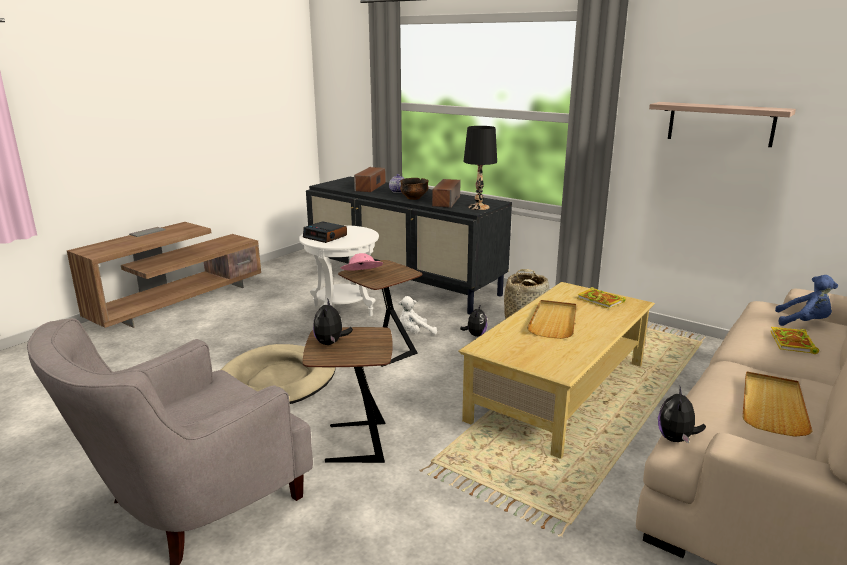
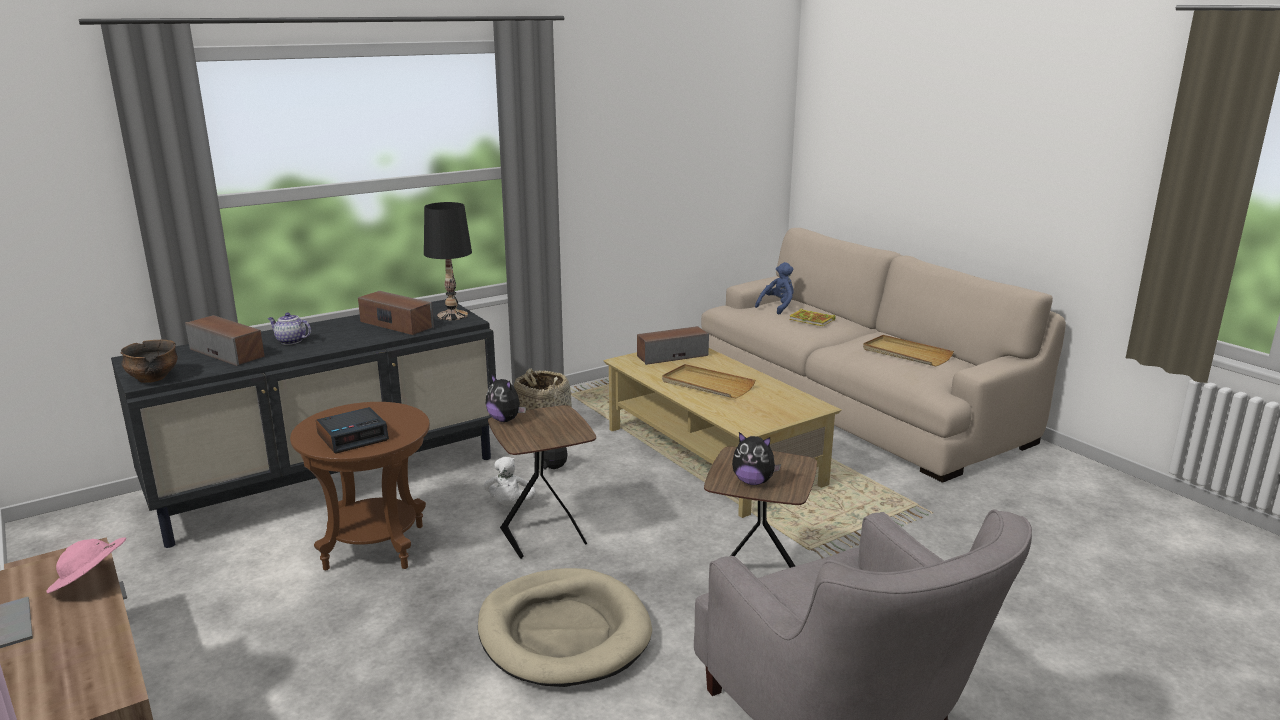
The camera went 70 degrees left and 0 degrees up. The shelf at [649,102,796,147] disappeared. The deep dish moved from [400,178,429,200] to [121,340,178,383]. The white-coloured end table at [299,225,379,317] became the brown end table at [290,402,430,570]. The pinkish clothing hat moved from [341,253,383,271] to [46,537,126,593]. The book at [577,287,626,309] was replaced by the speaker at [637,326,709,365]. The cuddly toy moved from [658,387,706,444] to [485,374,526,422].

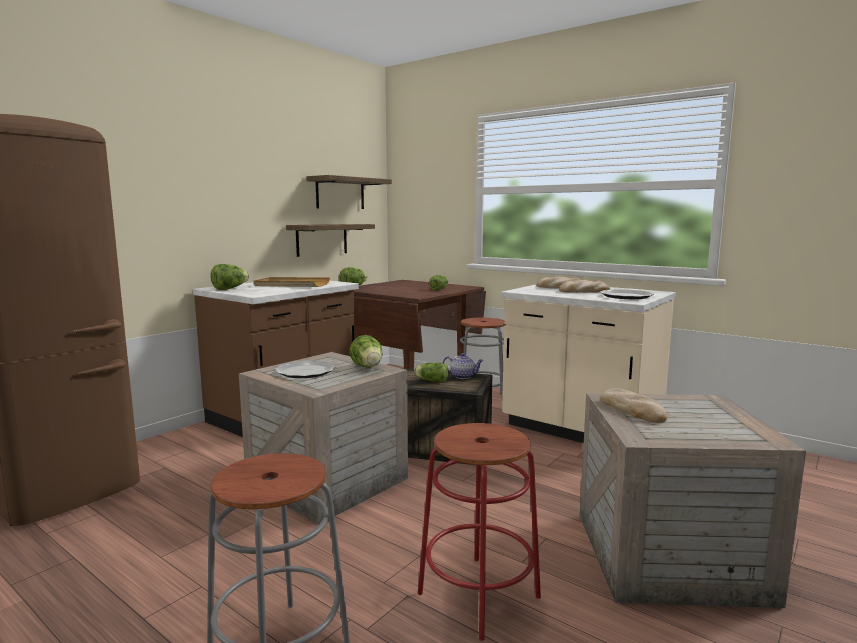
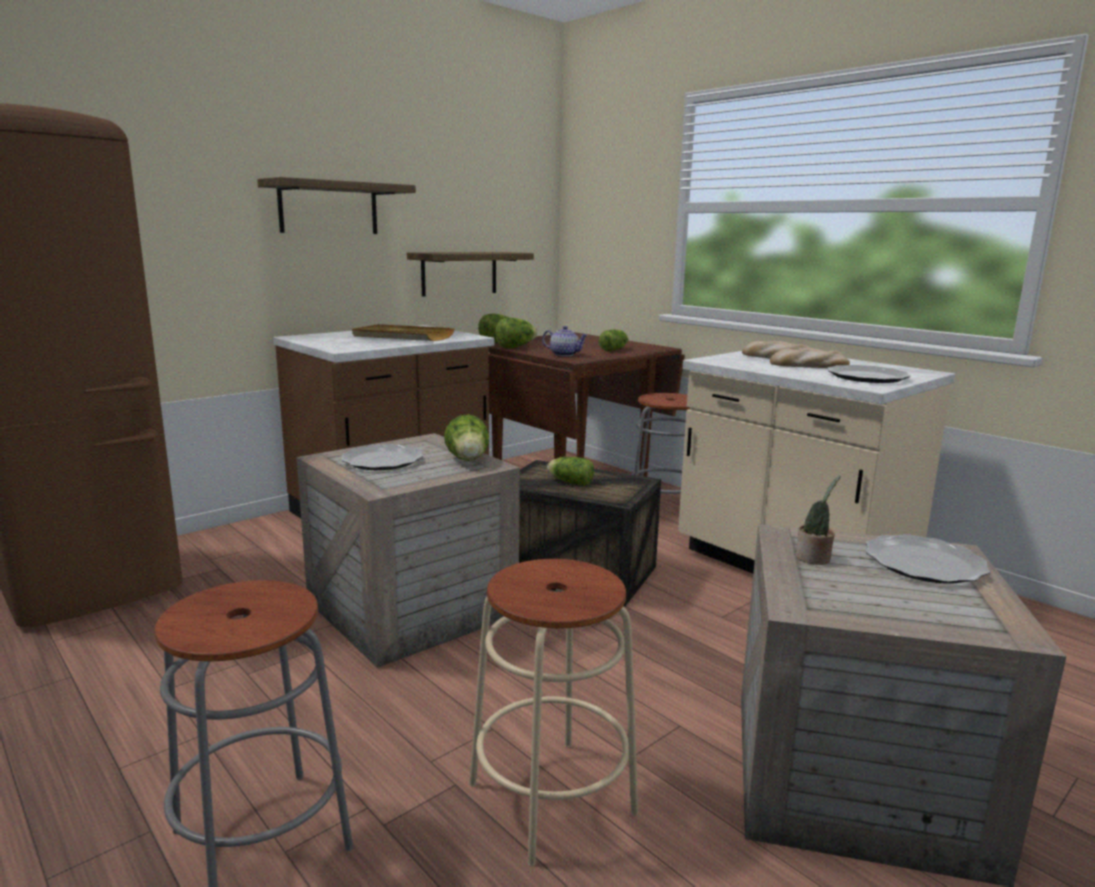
The camera went 10 degrees right and 5 degrees up. The shelf moved from [306,175,392,209] to [257,177,416,234]. The lettuce moved from [211,264,249,290] to [495,318,538,348]. The pot for tea moved from [443,353,484,379] to [542,326,588,356]. The baked bread at [600,388,667,423] was replaced by the houseplant at [796,475,840,565]. The reddish stool at [418,423,541,641] became the sand-coloured stool at [469,559,638,866]. The plate at [866,534,990,584] appeared.

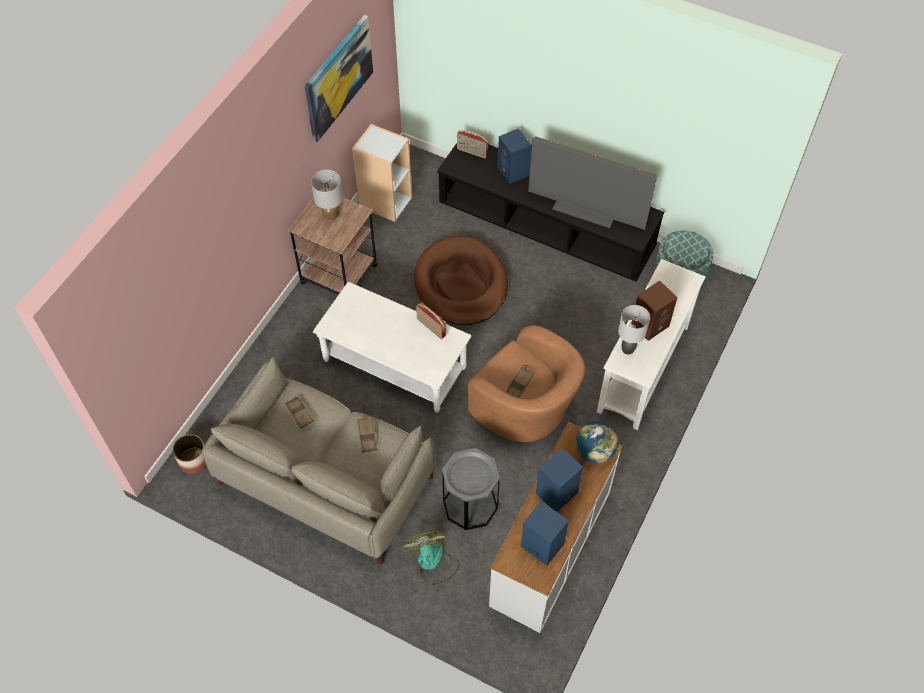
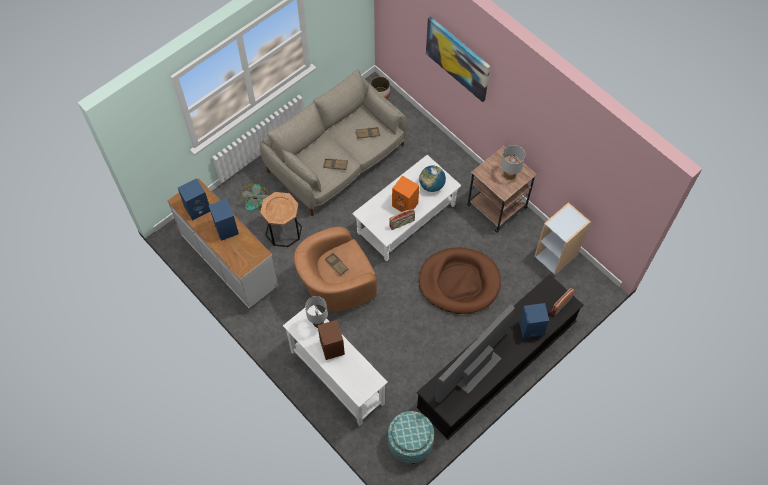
The camera went 110 degrees right and 5 degrees up. The picture moved from [304,15,373,143] to [426,16,490,102]. The globe moved from [576,421,618,463] to [419,166,446,192]. The greyish end table at [442,448,500,530] became the brown end table at [260,192,302,247]. The cooling fan at [403,531,460,585] turned 90 degrees clockwise. The orange speaker at [392,176,419,212] appeared.

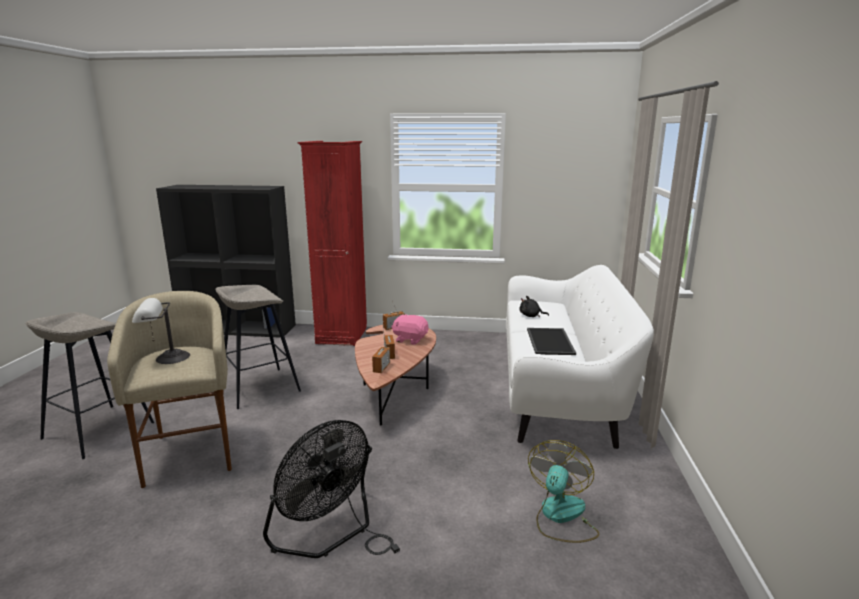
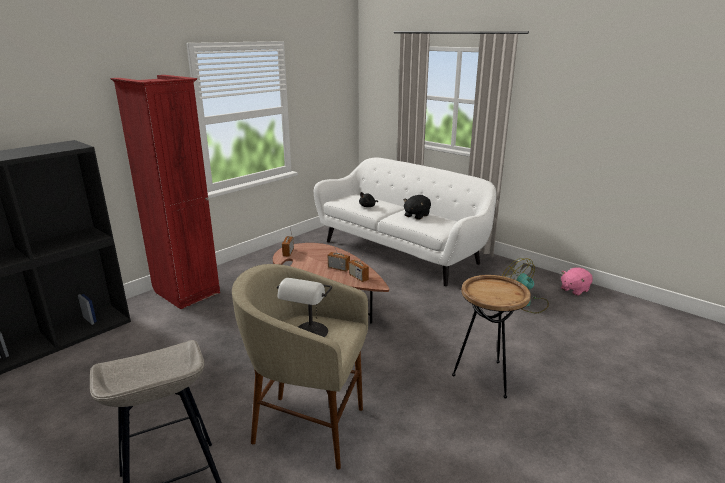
The camera went 55 degrees left and 5 degrees up. The greyish stool at [215,285,301,409] disappeared. The pinkish cuddly toy moved from [391,314,428,345] to [561,268,593,296]. The carrying tray at [527,328,576,355] was replaced by the black-coloured cuddly toy at [403,195,431,220]. The black-coloured cooling fan at [263,420,400,558] was replaced by the brown end table at [452,275,531,399].

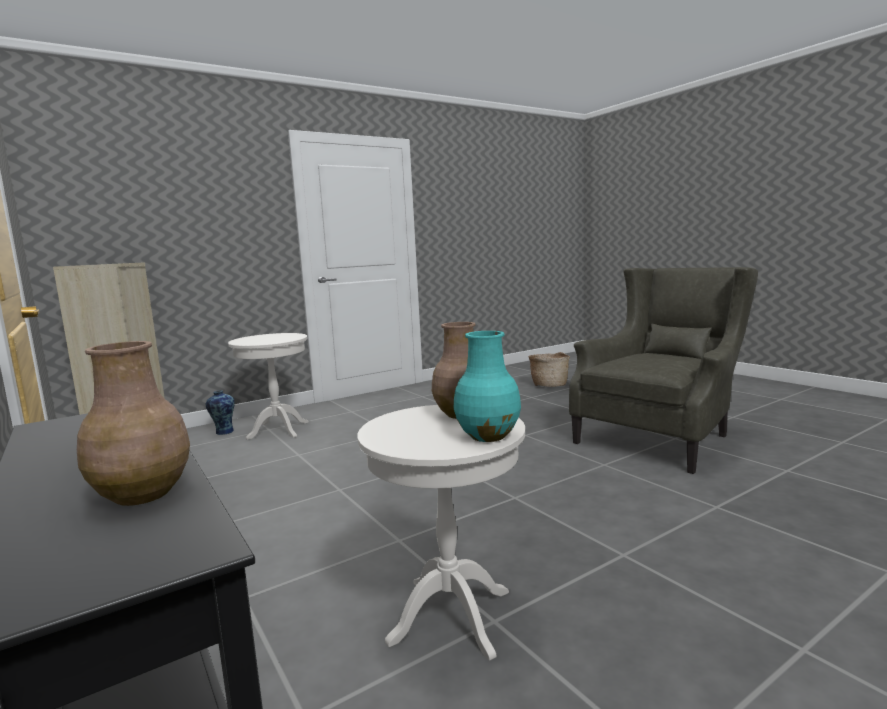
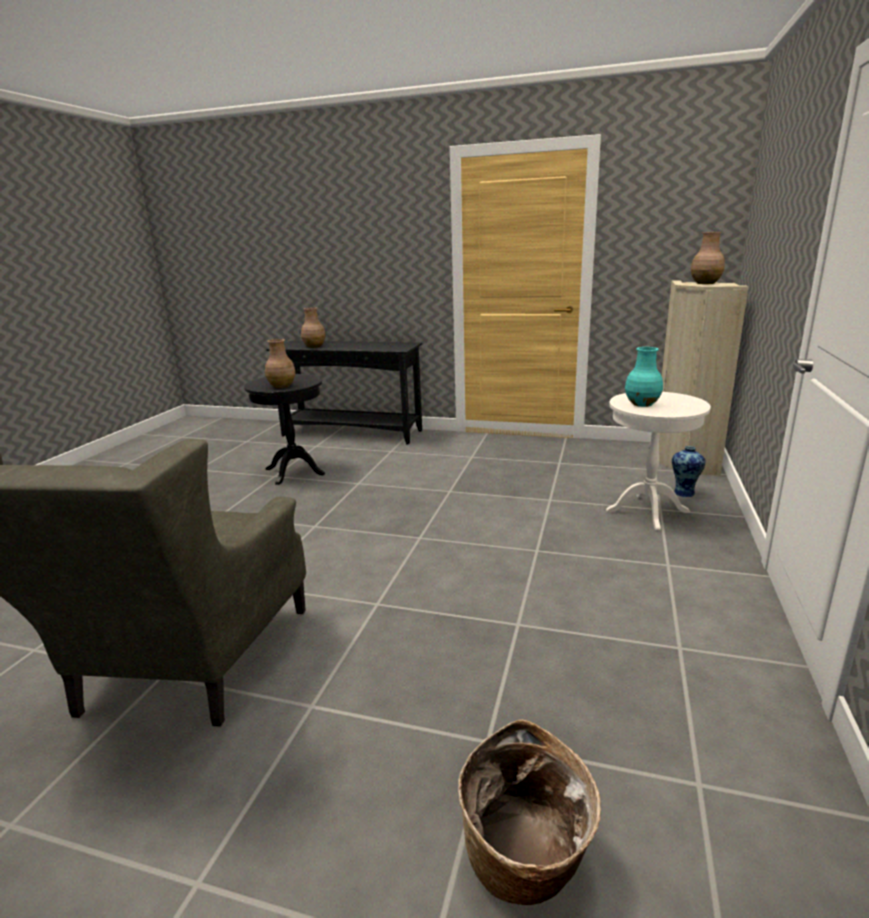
The camera went 140 degrees right and 10 degrees up. The turquoise-coloured flower vase moved from [454,331,521,442] to [625,347,663,407]. The white-coloured end table at [358,405,525,661] became the black-coloured end table at [244,374,325,485]. The brown flower vase at [691,232,725,284] appeared.

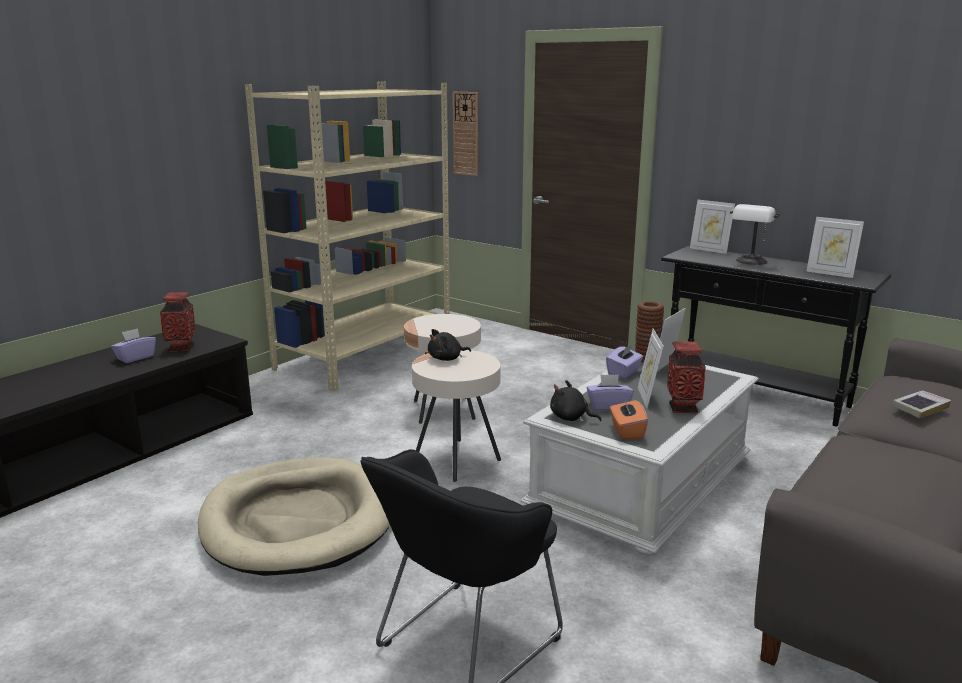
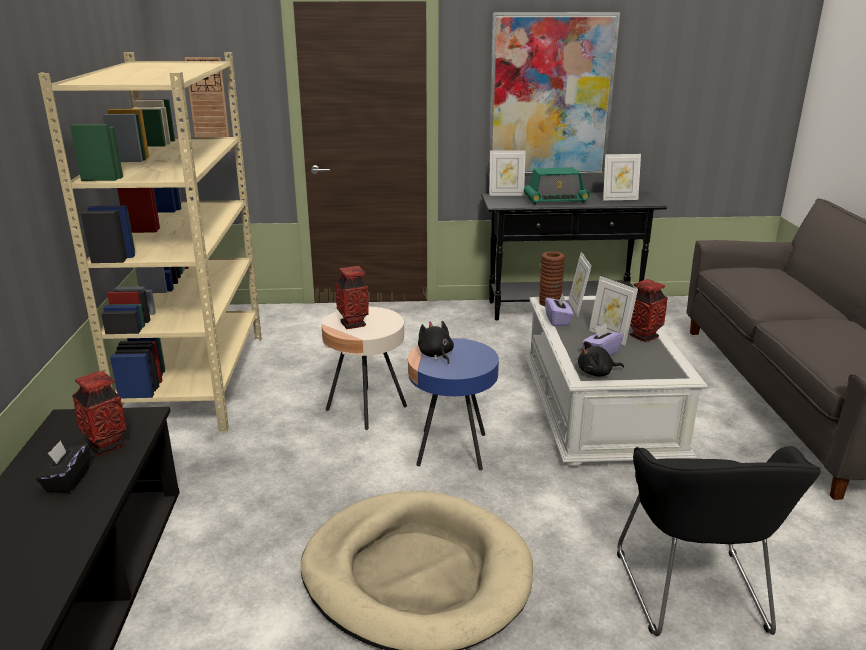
The camera went 40 degrees left and 5 degrees up. The tabletop lamp at [730,204,781,265] was replaced by the radio at [524,167,590,204]. The purple tissue box at [111,328,156,363] became the black-coloured tissue box at [36,441,90,492]. The black-coloured cuddly toy at [428,329,471,361] turned 135 degrees clockwise. The sand-coloured end table at [412,350,501,482] became the blue-coloured end table at [408,338,499,470]. The book at [892,391,951,418] disappeared. The orange tissue box at [610,398,648,439] disappeared. The picture at [488,12,620,176] appeared. The flower vase at [336,266,369,329] appeared.

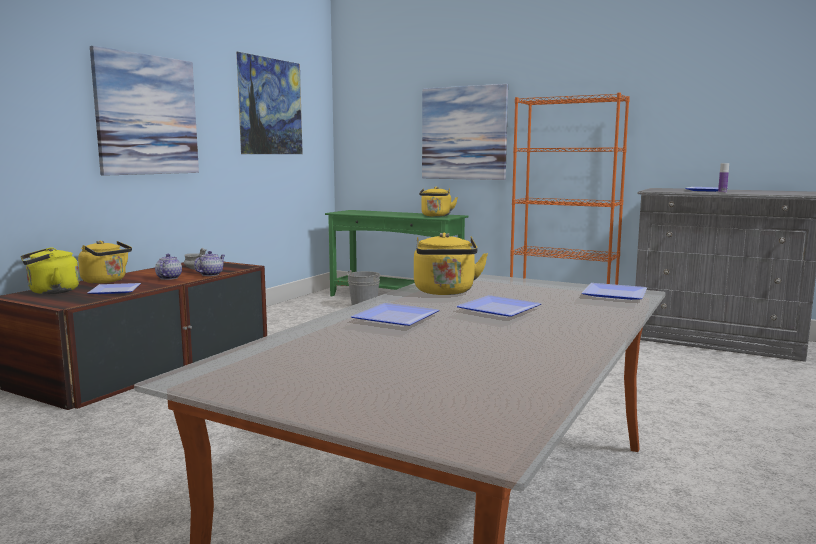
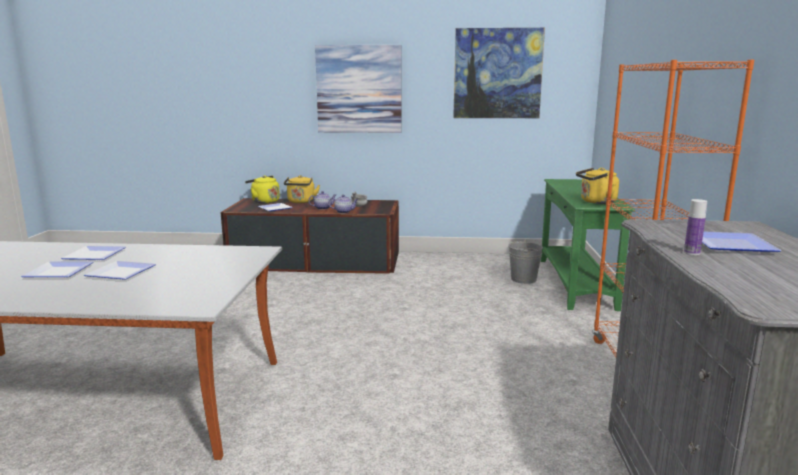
The camera went 65 degrees right and 5 degrees up. The picture at [422,84,508,180] disappeared. The yellow water kettle at [414,232,488,295] disappeared. The plate moved from [582,283,647,300] to [20,261,93,277].

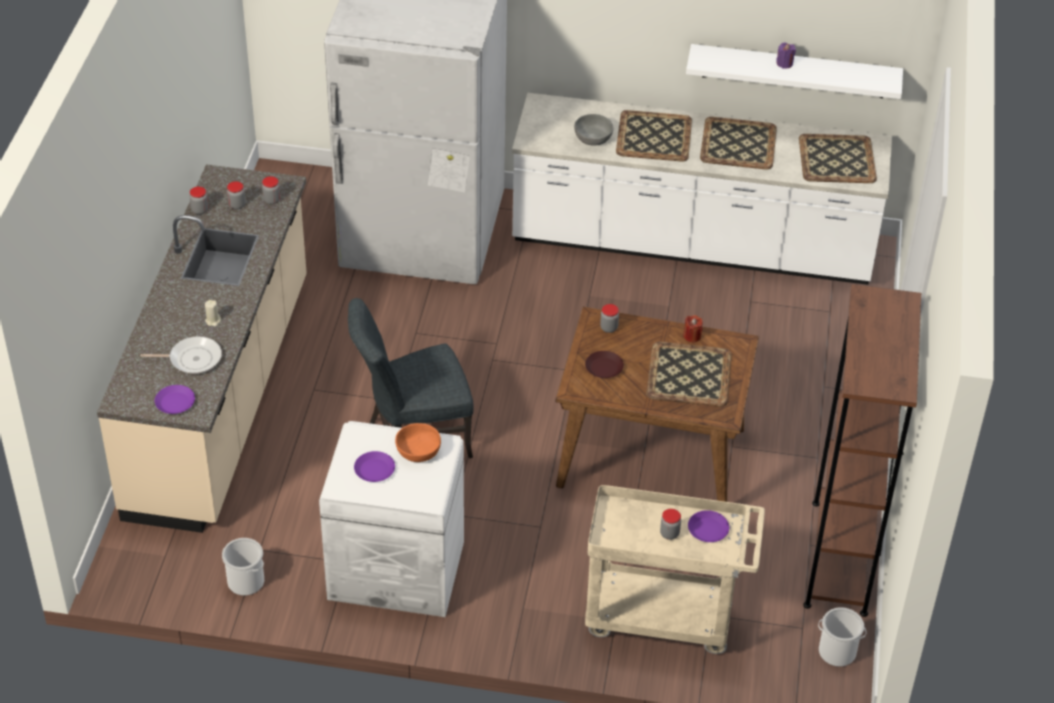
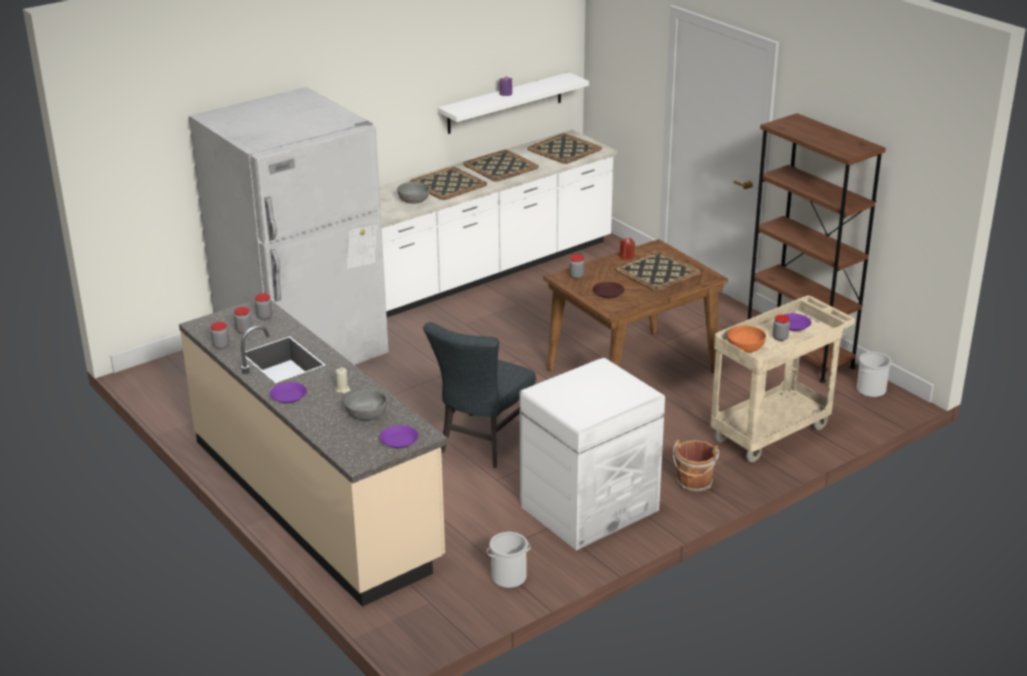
The camera went 45 degrees left and 15 degrees down. The skillet at [141,336,222,374] was replaced by the greyish deep dish at [344,389,387,421]. The orange deep dish moved from [395,423,441,462] to [727,326,766,353]. The purple plate moved from [354,451,395,482] to [270,382,307,403]. The brown pail at [673,439,719,493] appeared.

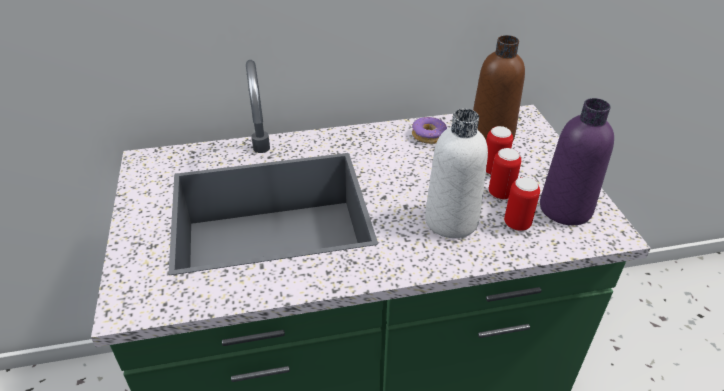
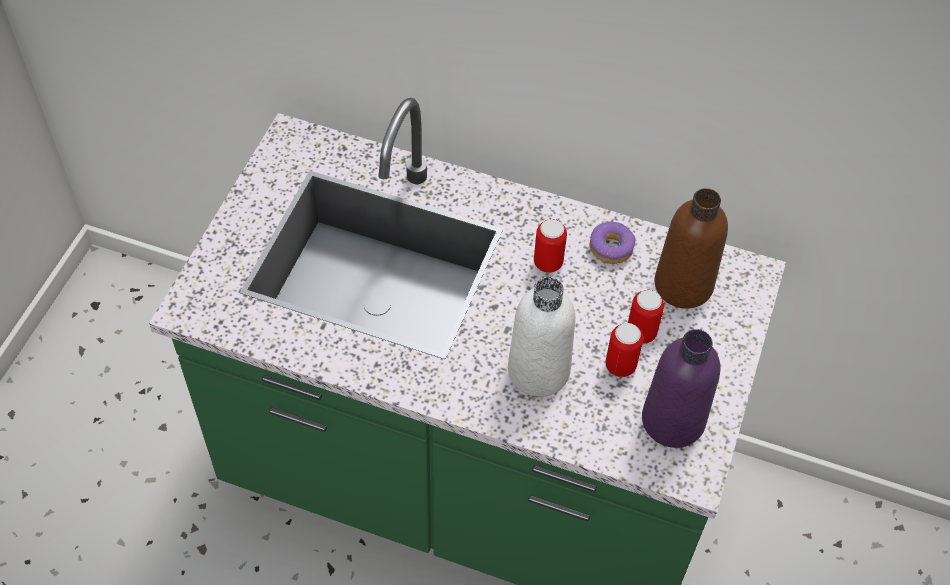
The camera went 30 degrees right and 15 degrees up. The can moved from [504,177,540,231] to [534,219,567,273].

